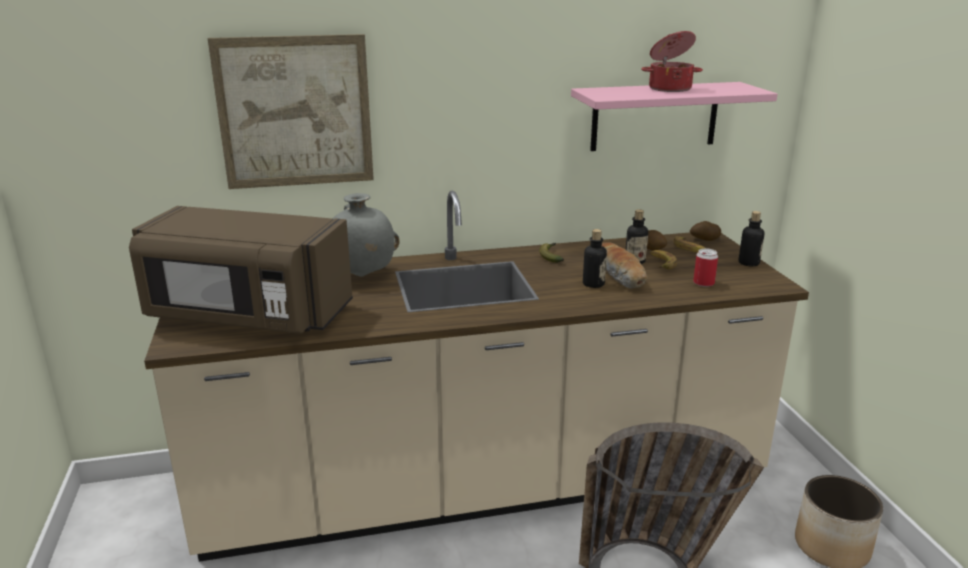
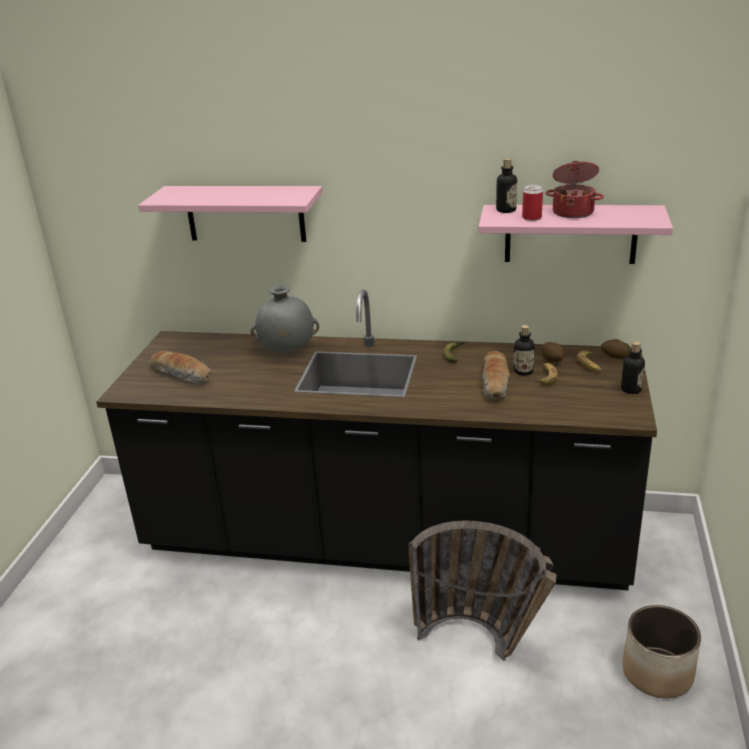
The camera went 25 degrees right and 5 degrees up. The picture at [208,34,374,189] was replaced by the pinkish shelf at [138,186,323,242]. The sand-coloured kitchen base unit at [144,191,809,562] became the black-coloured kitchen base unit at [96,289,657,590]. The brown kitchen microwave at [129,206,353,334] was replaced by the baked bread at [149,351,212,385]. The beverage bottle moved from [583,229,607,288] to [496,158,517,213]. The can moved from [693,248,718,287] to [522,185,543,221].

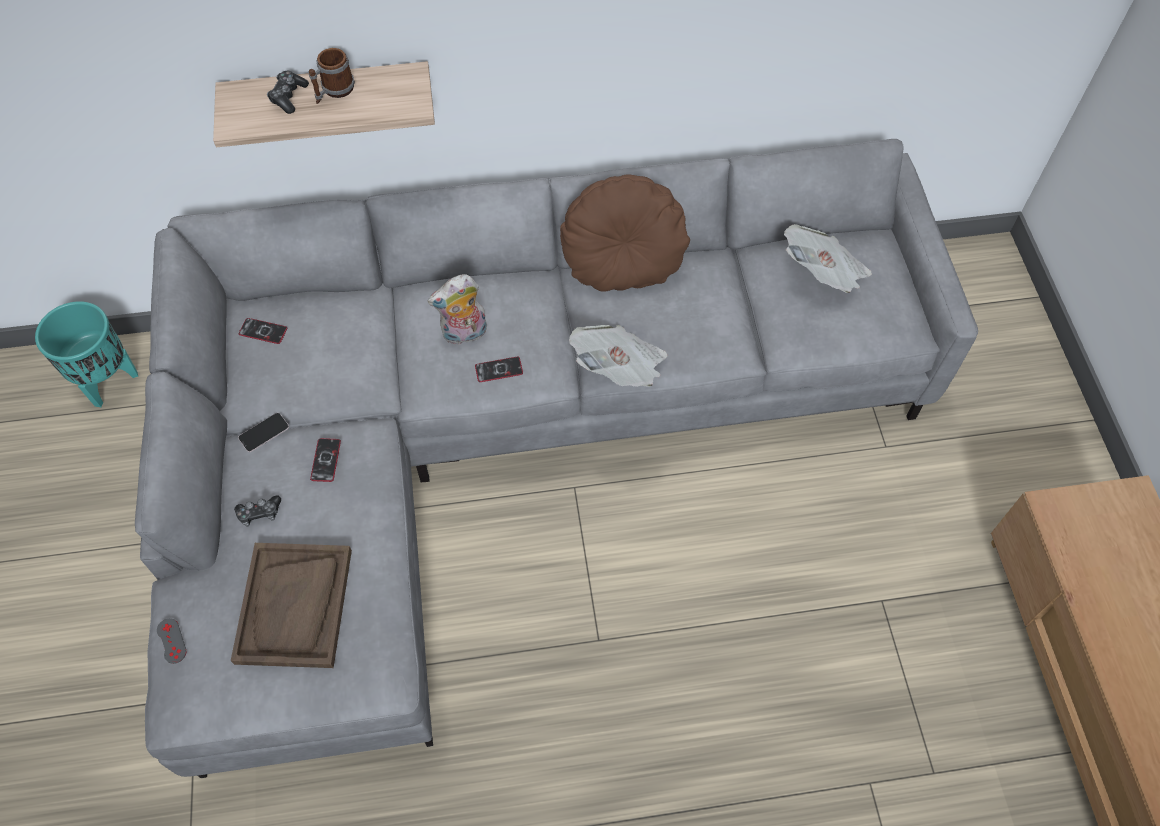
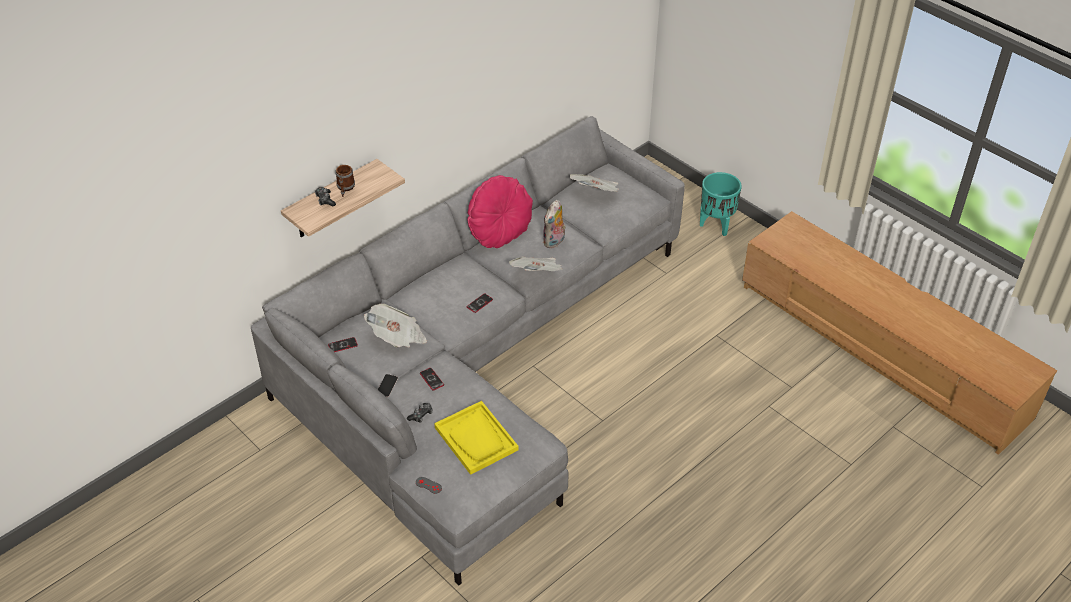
The camera went 35 degrees left and 15 degrees down. The brown cushion at [560,174,690,292] became the pinkish cushion at [467,175,533,248]. The cuddly toy moved from [428,274,487,346] to [543,200,566,249]. The turquoise-coloured plant pot moved from [35,301,138,407] to [700,172,742,236]. The brown carrying tray at [231,543,352,668] became the yellow carrying tray at [434,401,518,475]. The newspaper at [364,304,427,347] appeared.

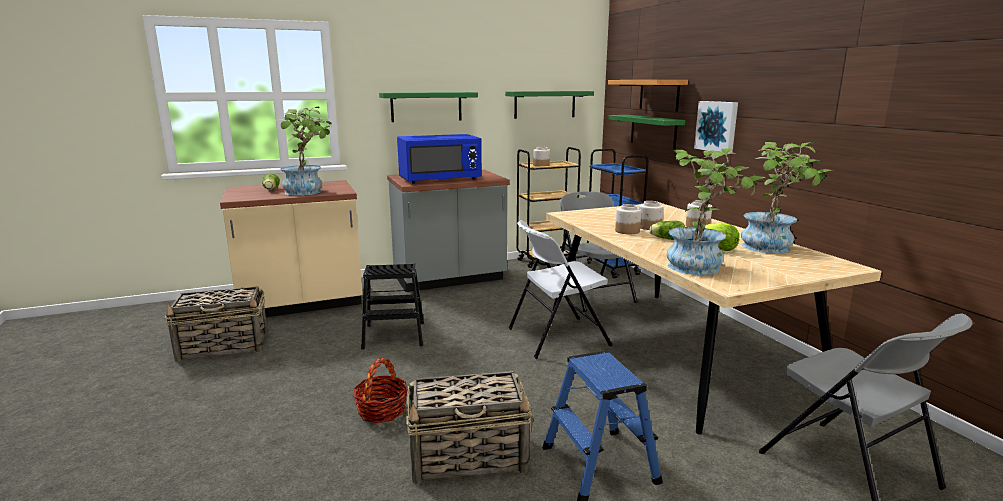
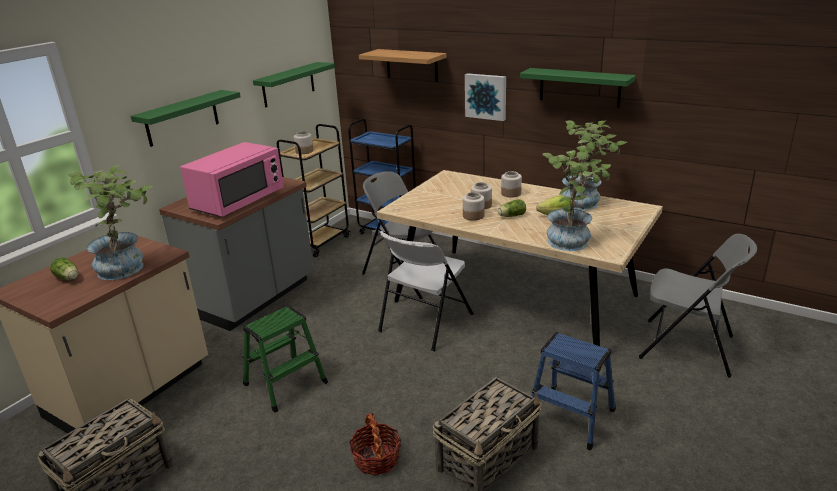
The camera went 35 degrees left and 10 degrees up. The greenish shelf moved from [608,115,685,150] to [520,68,636,108]. The blue-coloured kitchen microwave at [397,134,482,184] became the pinkish kitchen microwave at [180,142,284,217]. The black-coloured stepladder at [361,263,424,350] became the greenish stepladder at [242,305,328,413].

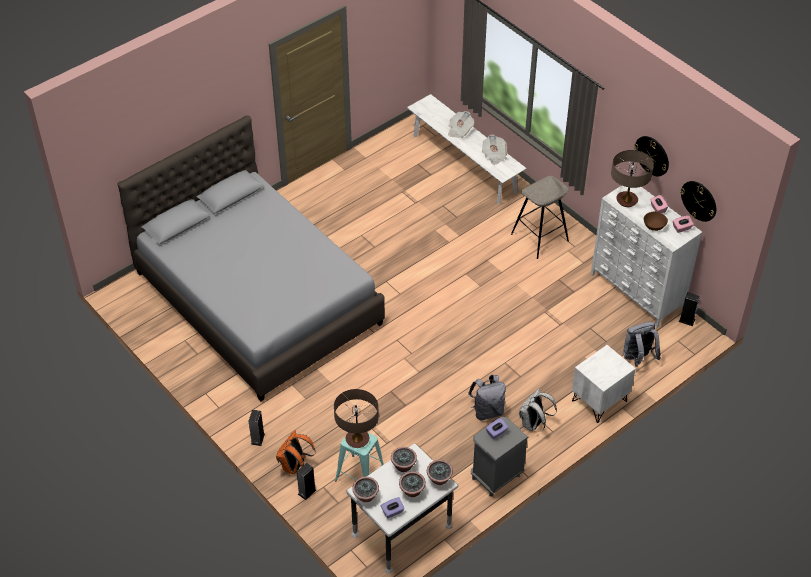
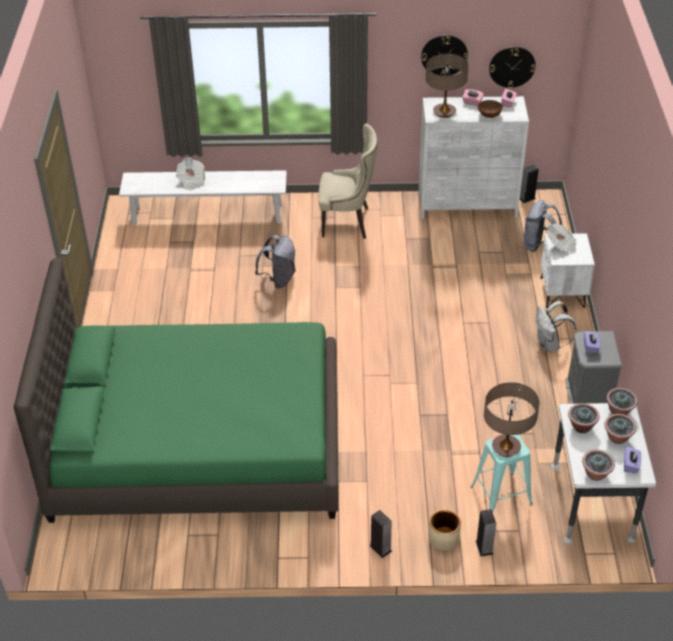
The camera went 50 degrees left and 5 degrees down. The greyish bedroom bed at [118,115,385,401] became the greenish bedroom bed at [14,258,338,523]. The newspaper moved from [482,135,507,165] to [547,223,576,254]. The greyish stool at [511,176,569,259] was replaced by the sand-coloured chair at [319,123,378,239]. The greyish rucksack moved from [468,375,506,421] to [255,235,296,288]. The orange rucksack at [276,430,316,474] was replaced by the sand-coloured plant pot at [428,510,461,550].

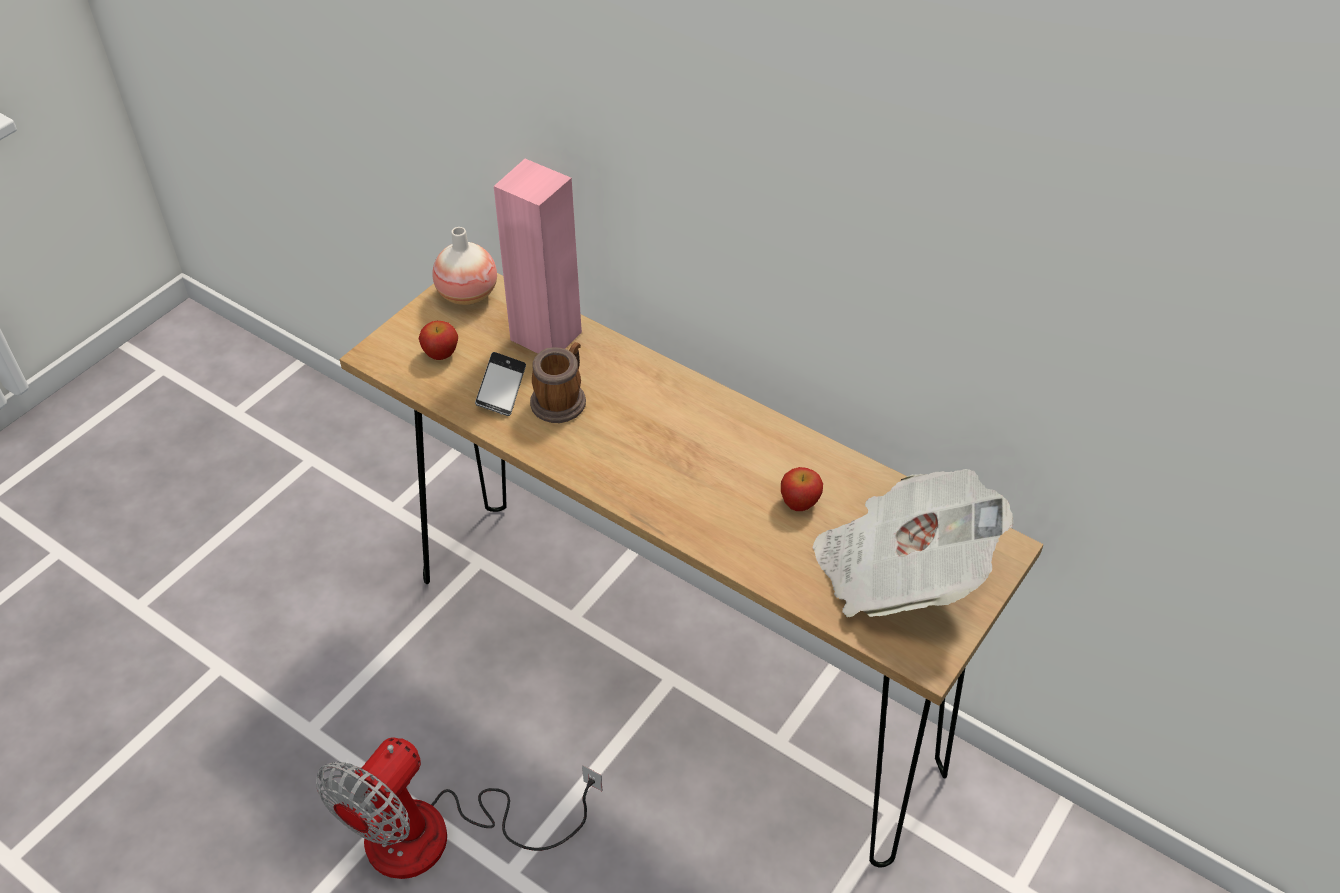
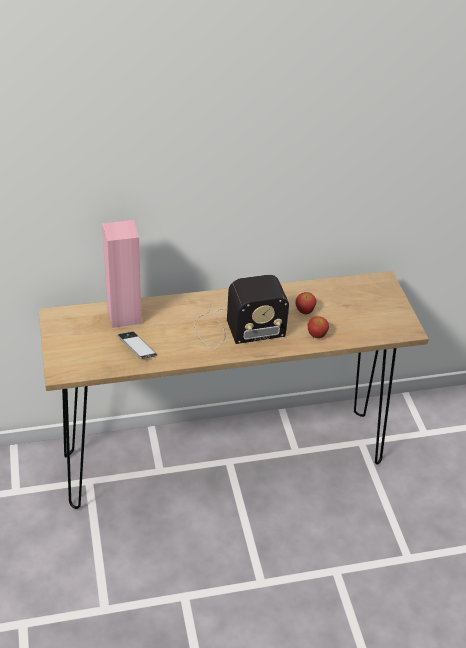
The camera went 50 degrees left and 5 degrees down. The flower vase at [433,227,497,305] disappeared. The whole apple moved from [419,321,458,360] to [308,316,329,338]. The mug at [530,342,586,423] disappeared. The newspaper at [812,469,1013,617] disappeared. The cooling fan at [316,737,602,879] disappeared. The radio at [194,275,289,349] appeared.

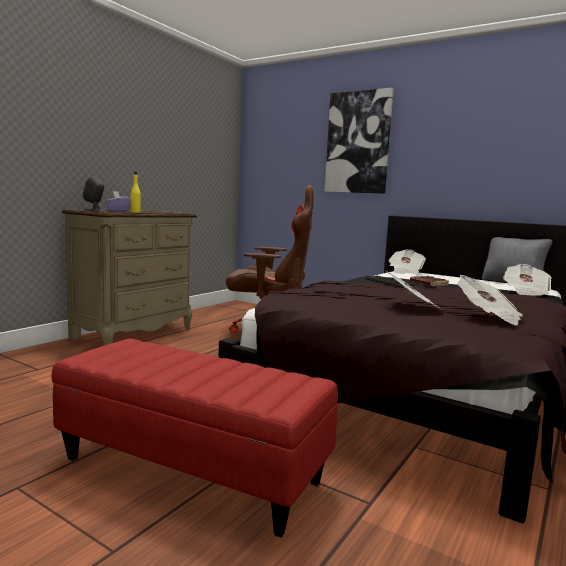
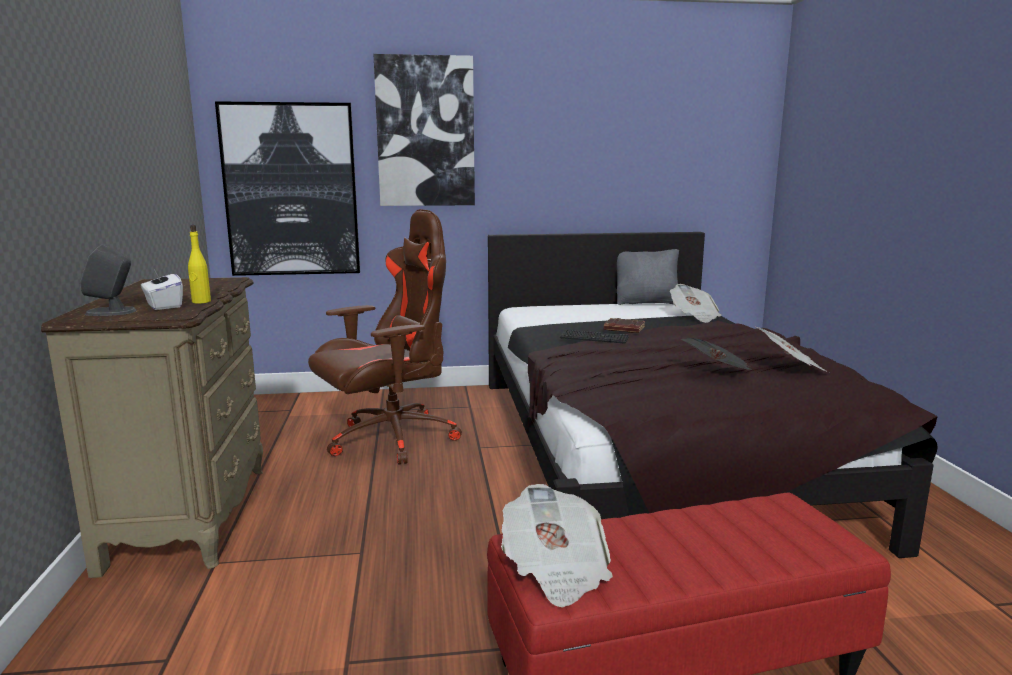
The camera went 40 degrees left and 5 degrees up. The purple tissue box at [105,191,131,212] became the white-coloured tissue box at [141,268,183,310]. The newspaper moved from [389,249,426,274] to [501,484,613,608]. The picture at [215,101,360,276] appeared.

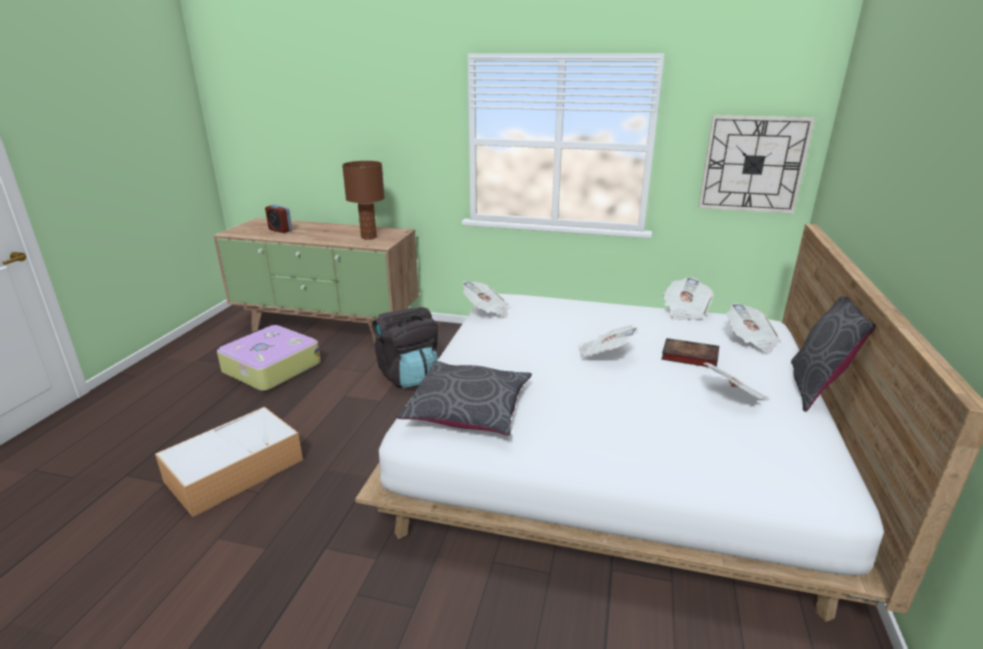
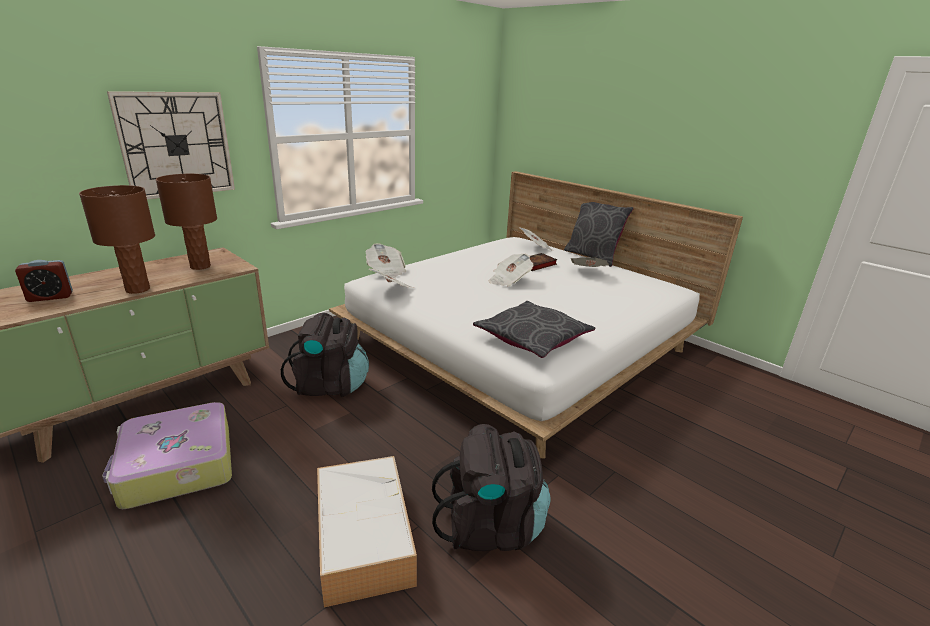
The camera went 60 degrees left and 0 degrees up. The clock on the wall moved from [698,115,815,214] to [107,91,235,200]. The newspaper moved from [663,277,714,321] to [366,243,406,278]. The brown tabletop lamp at [79,185,155,294] appeared. The black-coloured rucksack at [432,424,551,551] appeared.

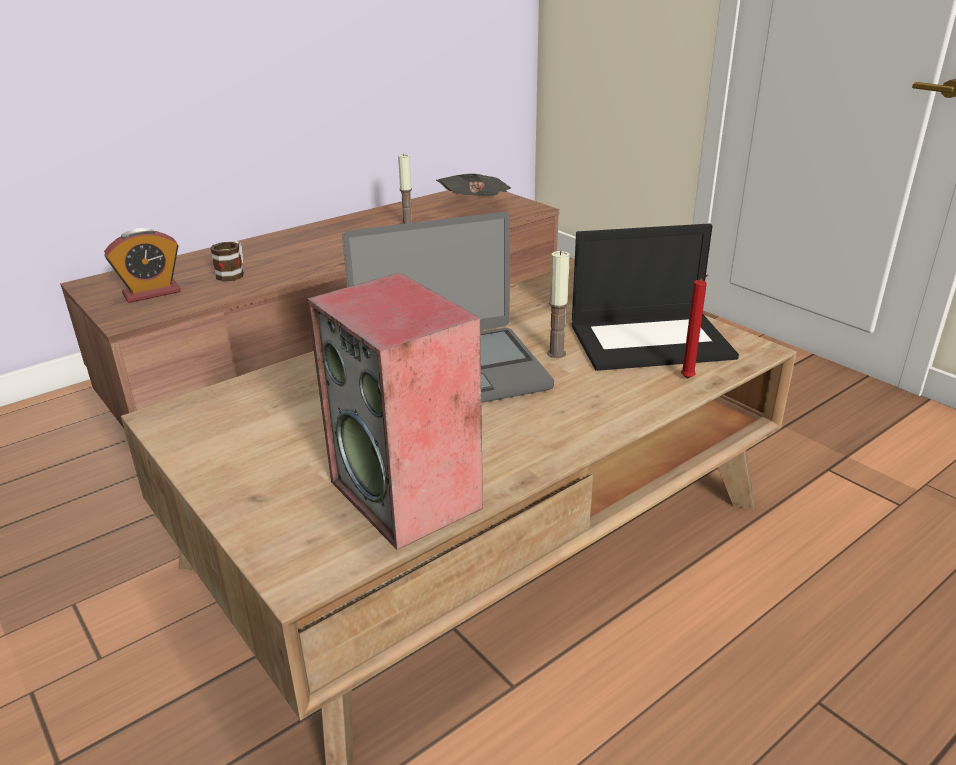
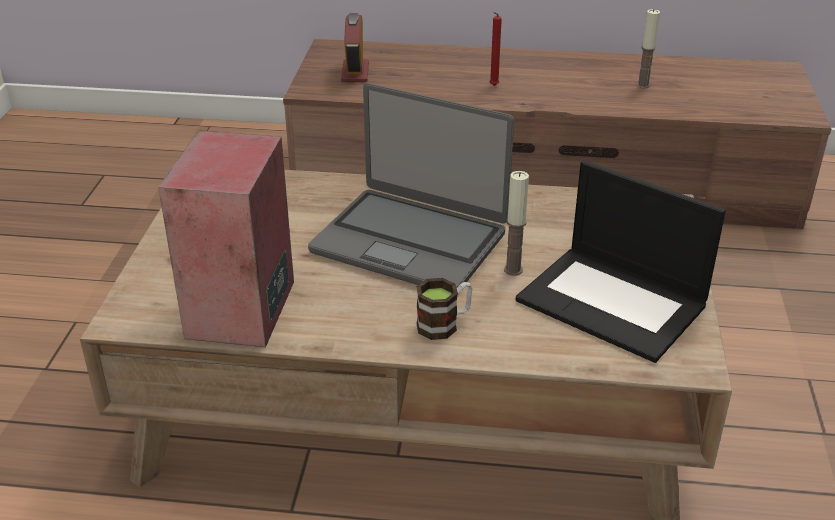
The camera went 45 degrees right and 5 degrees up. The newspaper at [436,174,511,196] disappeared. The bedside clock at [104,228,181,303] turned 75 degrees clockwise. The mug moved from [210,241,244,281] to [416,278,472,340]. The reddish wax light moved from [681,275,708,379] to [489,12,502,86].

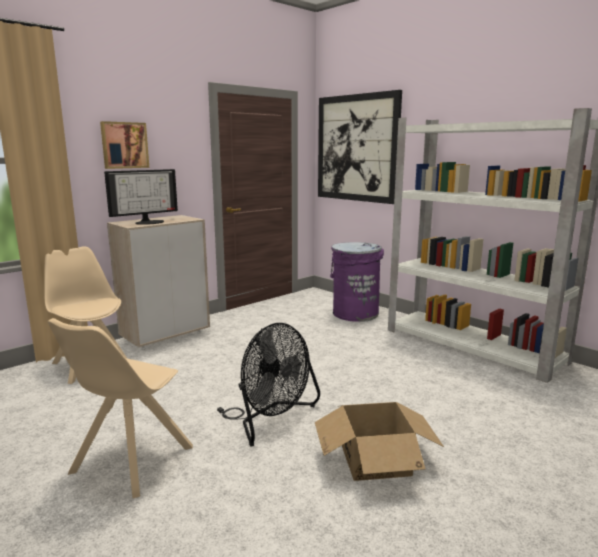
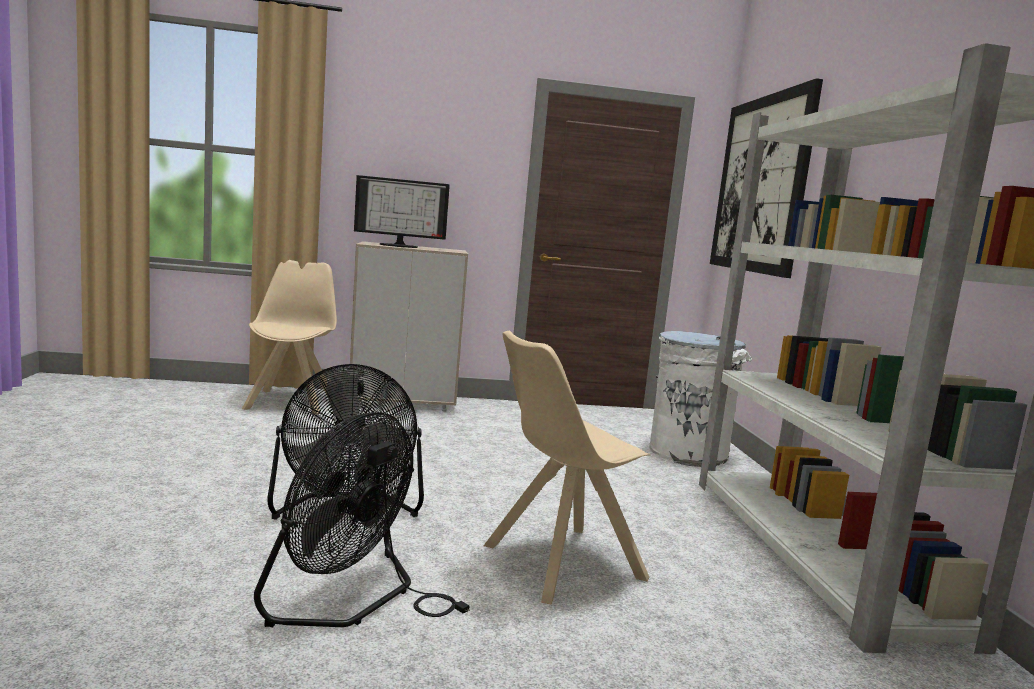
The camera went 35 degrees right and 5 degrees down. The picture at [100,121,149,169] disappeared. The purple waste bin at [330,242,384,322] became the white-coloured waste bin at [649,331,752,467]. The sand-coloured chair moved from [48,318,193,498] to [483,331,650,604]. The cardboard box at [315,402,444,481] was replaced by the black-coloured cooling fan at [254,412,470,628].

